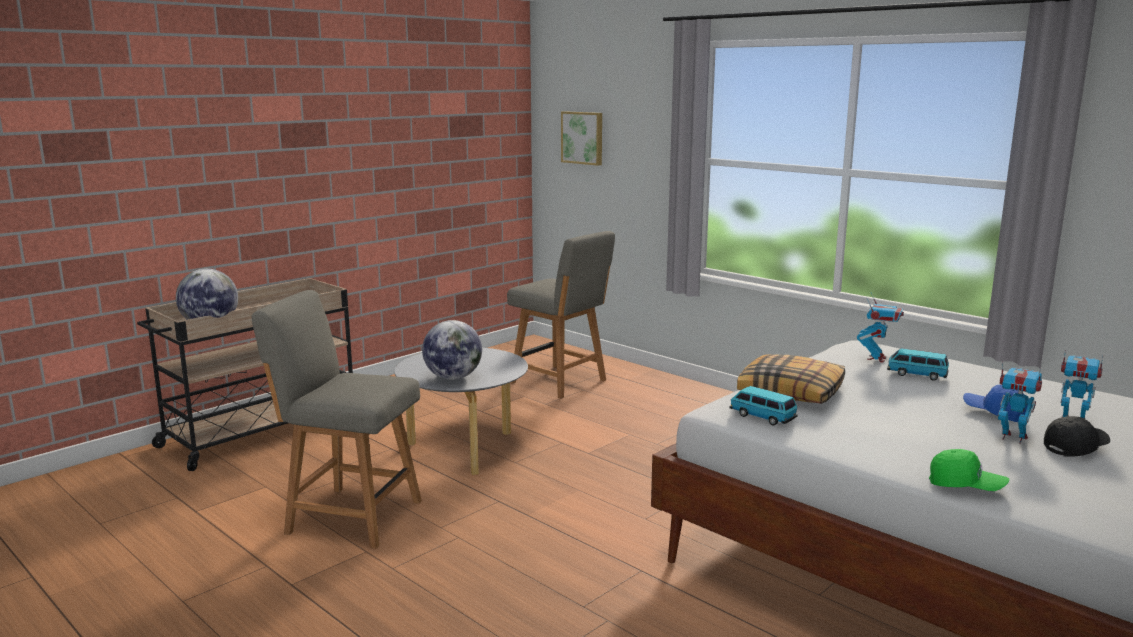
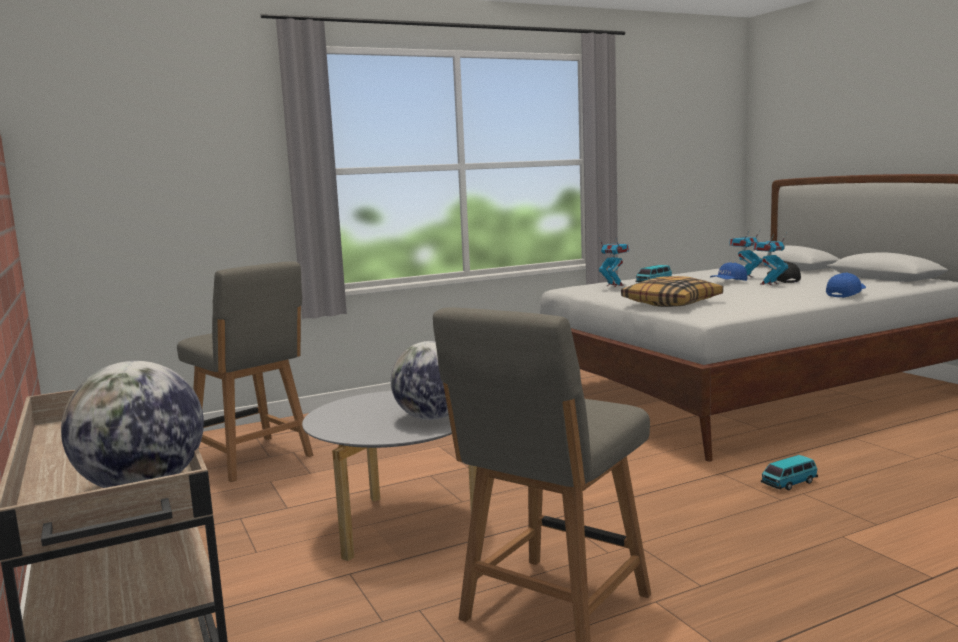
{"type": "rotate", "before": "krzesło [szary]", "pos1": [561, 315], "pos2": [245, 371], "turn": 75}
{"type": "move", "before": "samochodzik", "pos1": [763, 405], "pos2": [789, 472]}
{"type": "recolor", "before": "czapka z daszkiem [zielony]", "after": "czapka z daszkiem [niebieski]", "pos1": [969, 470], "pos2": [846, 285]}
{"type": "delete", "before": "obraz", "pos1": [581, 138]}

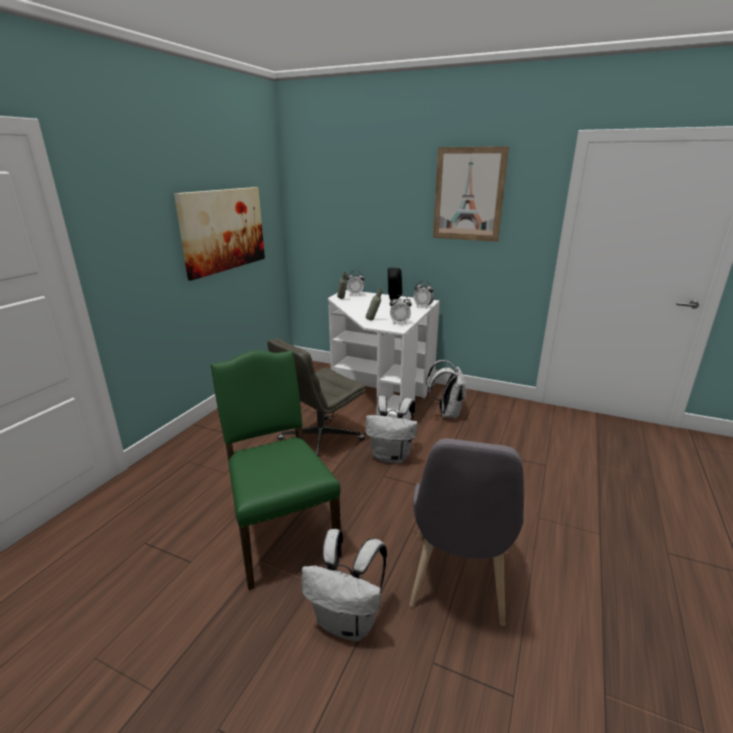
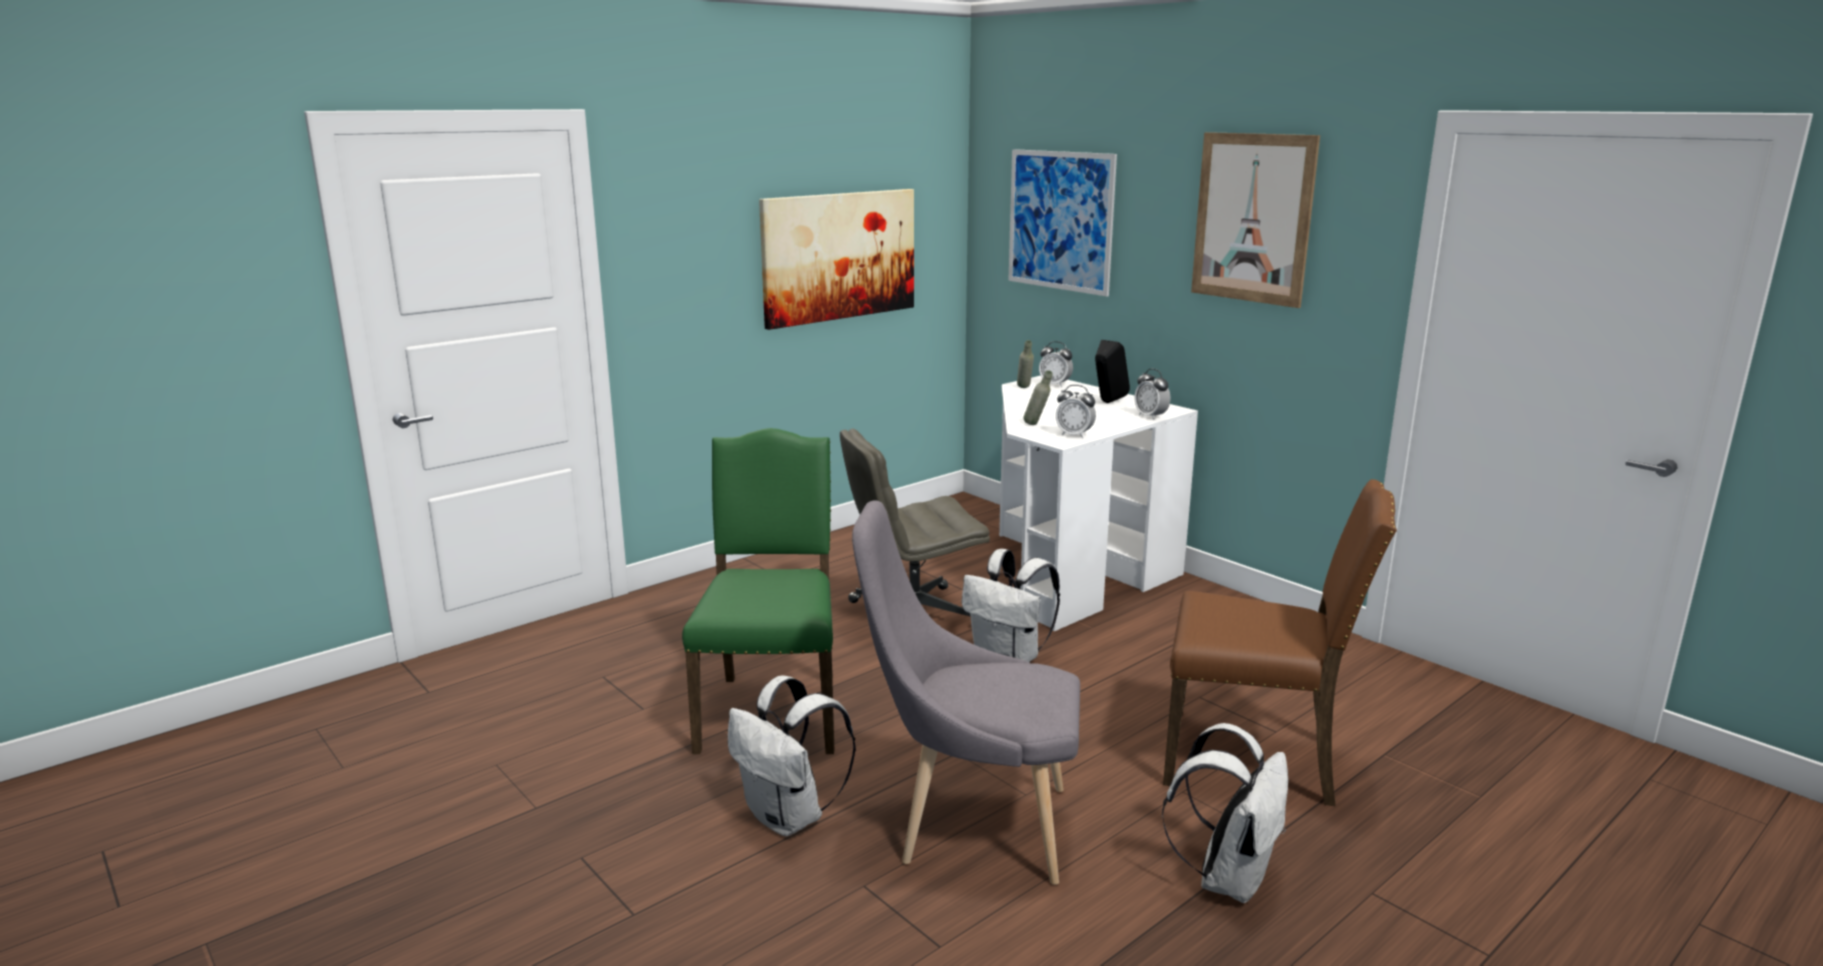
{"type": "rotate", "before": "krzesło [szary]", "pos1": [466, 532], "pos2": [966, 692], "turn": 60}
{"type": "insert", "after": "obraz", "pos2": [1062, 223]}
{"type": "move", "before": "plecak [biały]", "pos1": [446, 389], "pos2": [1225, 813]}
{"type": "insert", "after": "krzesło [brązowy]", "pos2": [1280, 642]}

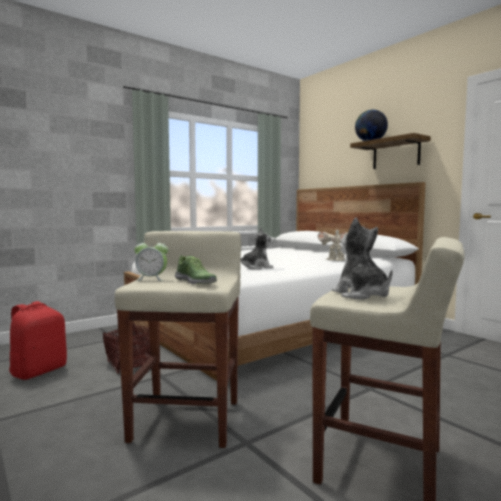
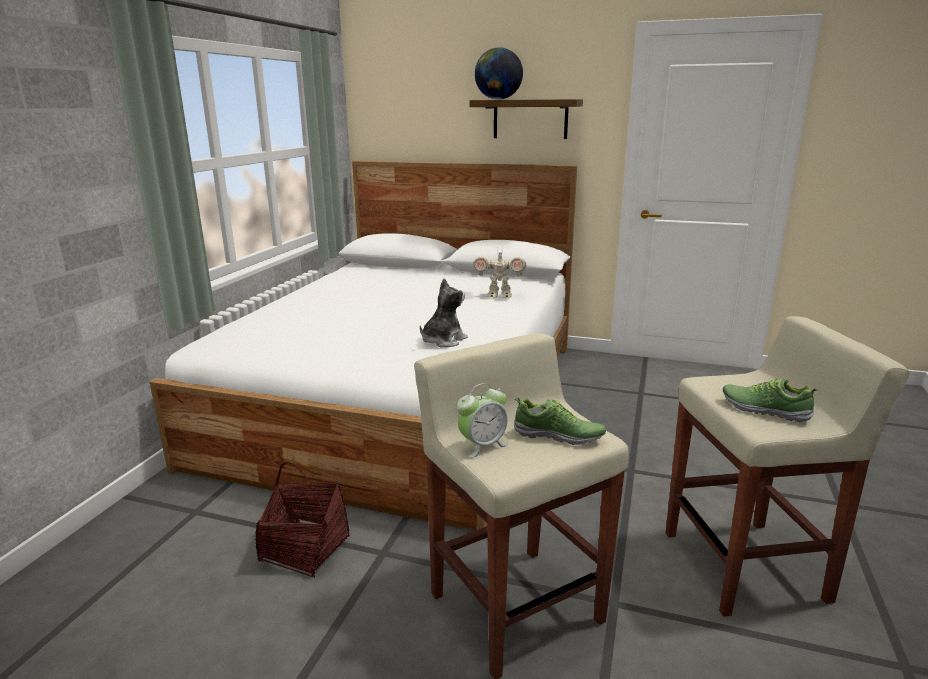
{"type": "replace", "before": "pluszak", "after": "but", "pos1": [362, 258], "pos2": [770, 399]}
{"type": "delete", "before": "plecak [czerwony]", "pos1": [38, 340]}

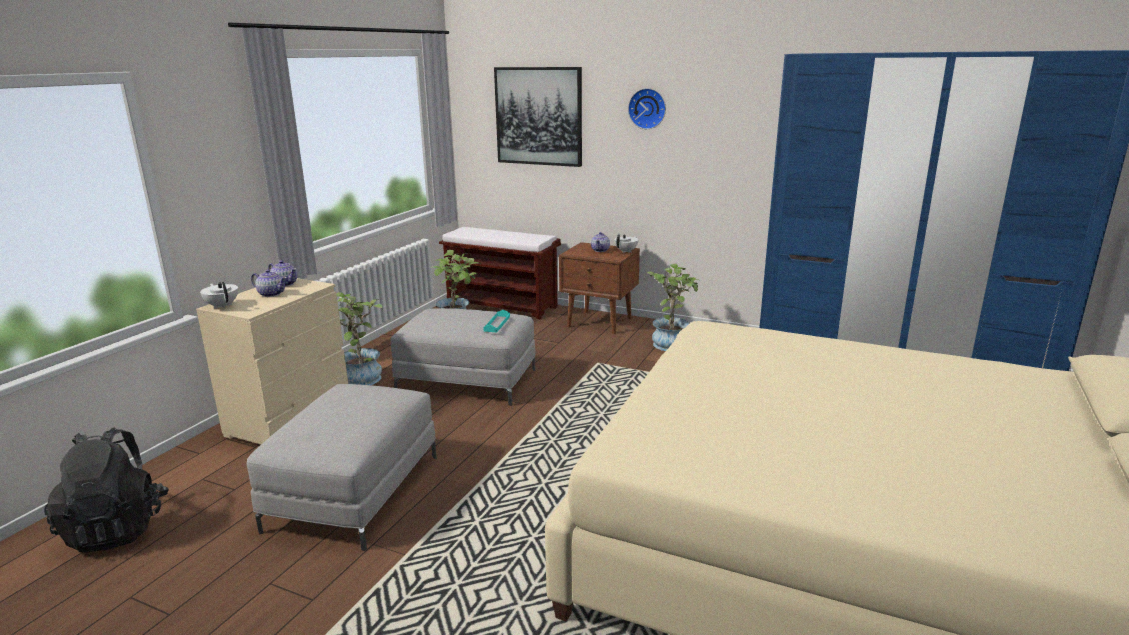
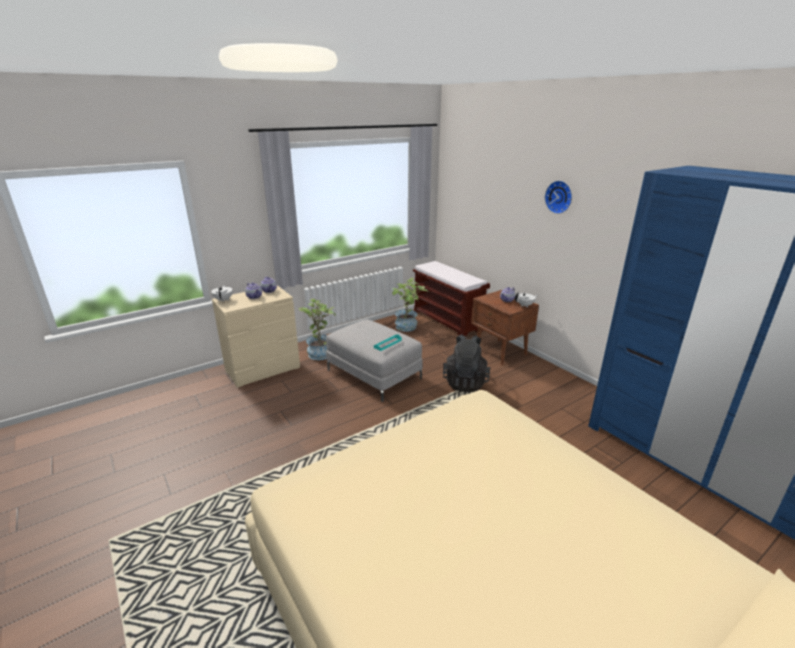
{"type": "move", "before": "plecak [czarny]", "pos1": [106, 490], "pos2": [467, 363]}
{"type": "delete", "before": "pufa [szary]", "pos1": [342, 467]}
{"type": "delete", "before": "obraz", "pos1": [538, 117]}
{"type": "delete", "before": "roślina doniczkowa", "pos1": [672, 307]}

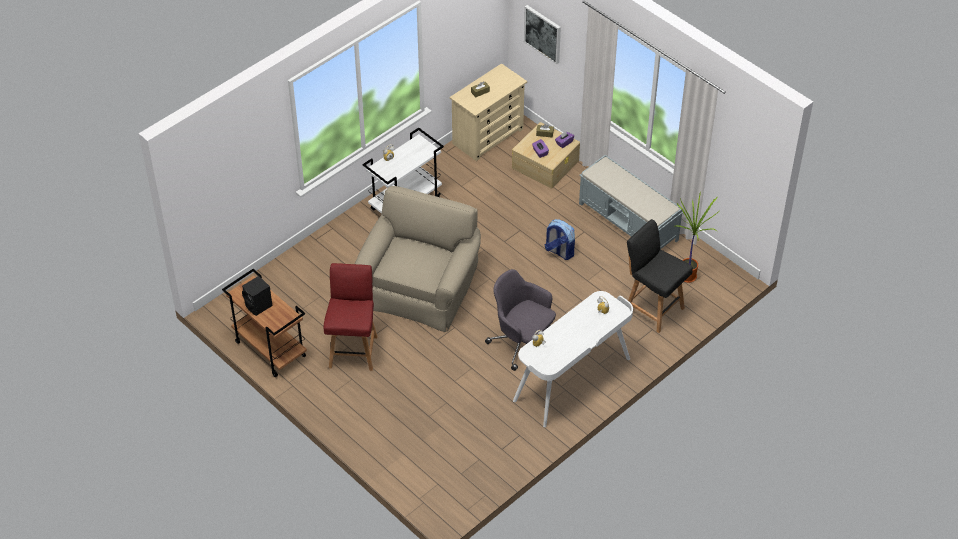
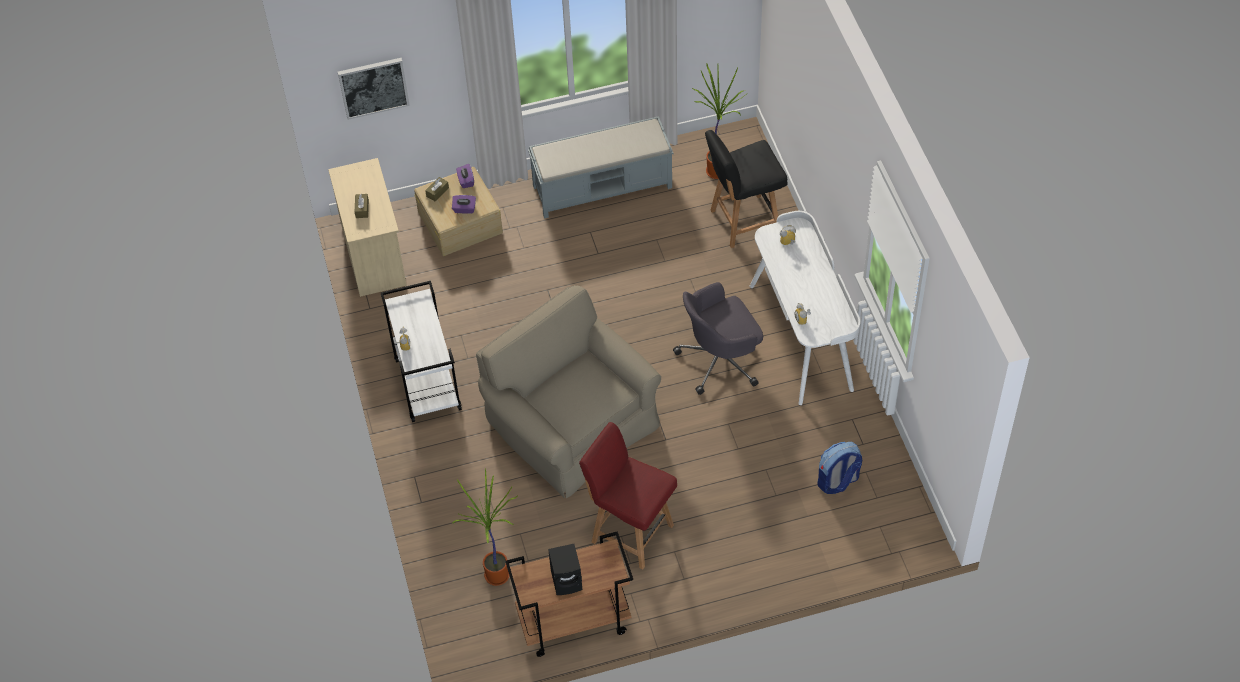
{"type": "insert", "after": "roślina doniczkowa", "pos2": [485, 527]}
{"type": "move", "before": "plecak", "pos1": [559, 239], "pos2": [839, 468]}

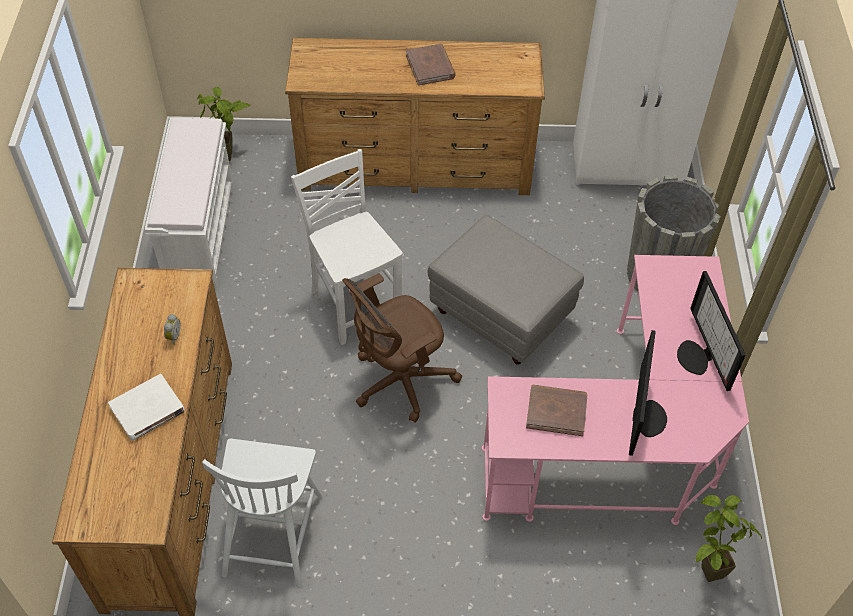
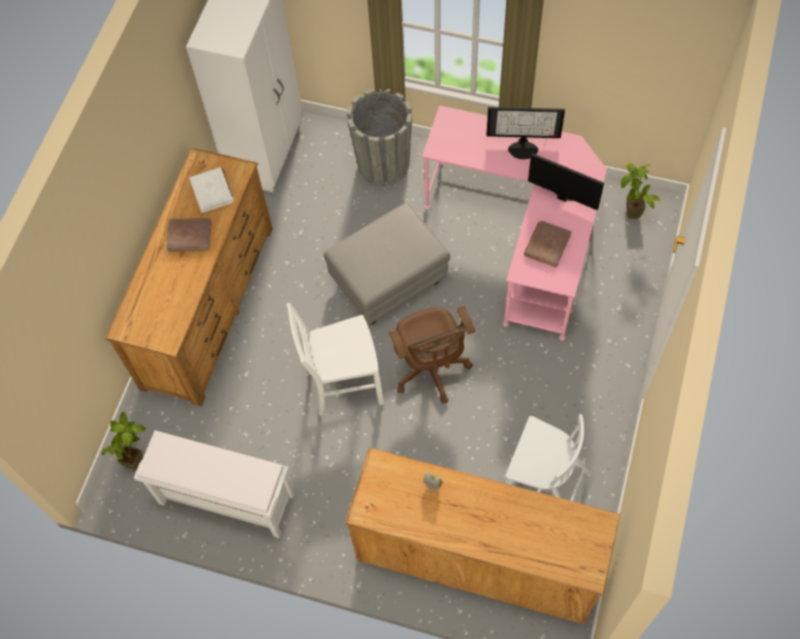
{"type": "move", "before": "książka [biały]", "pos1": [146, 407], "pos2": [211, 190]}

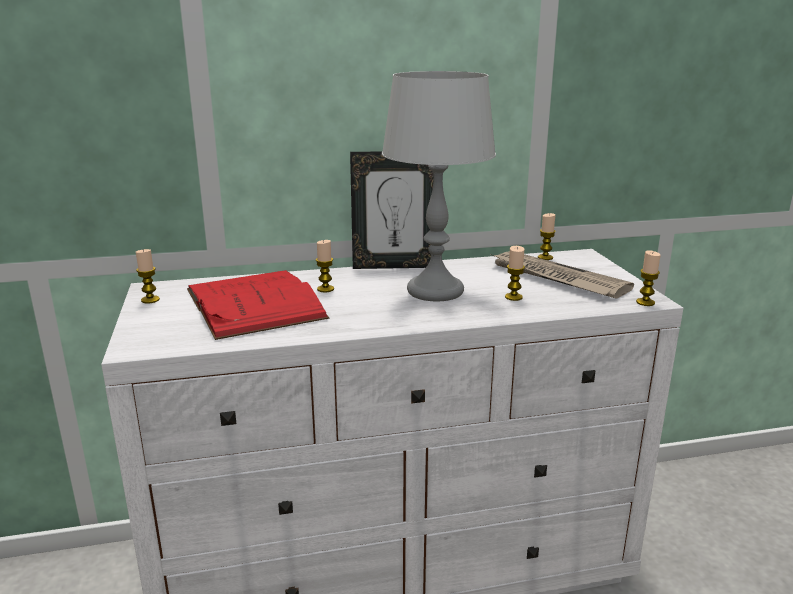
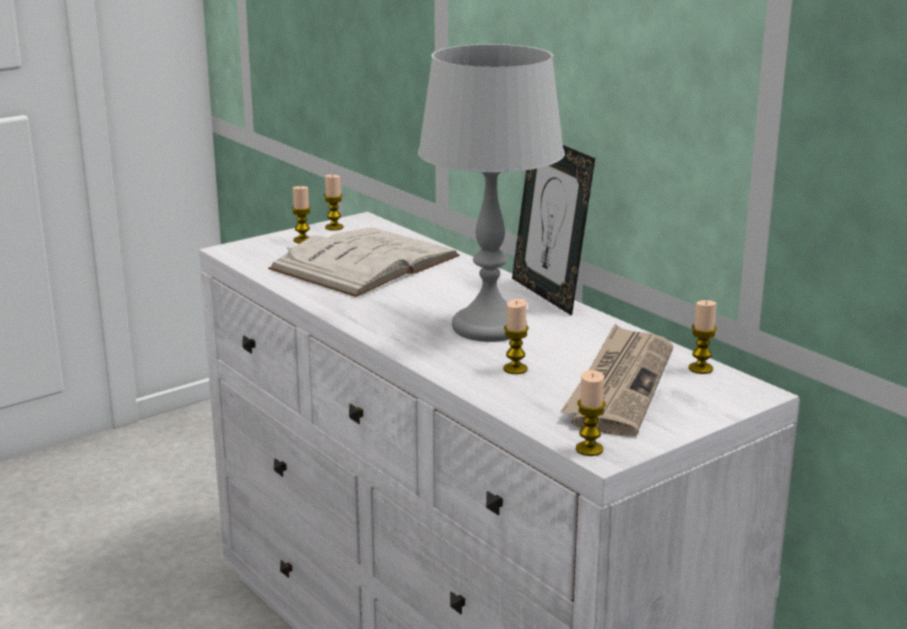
{"type": "recolor", "before": "książka [czerwony]", "after": "książka [biały]", "pos1": [258, 305], "pos2": [364, 262]}
{"type": "move", "before": "świeca", "pos1": [325, 266], "pos2": [301, 214]}

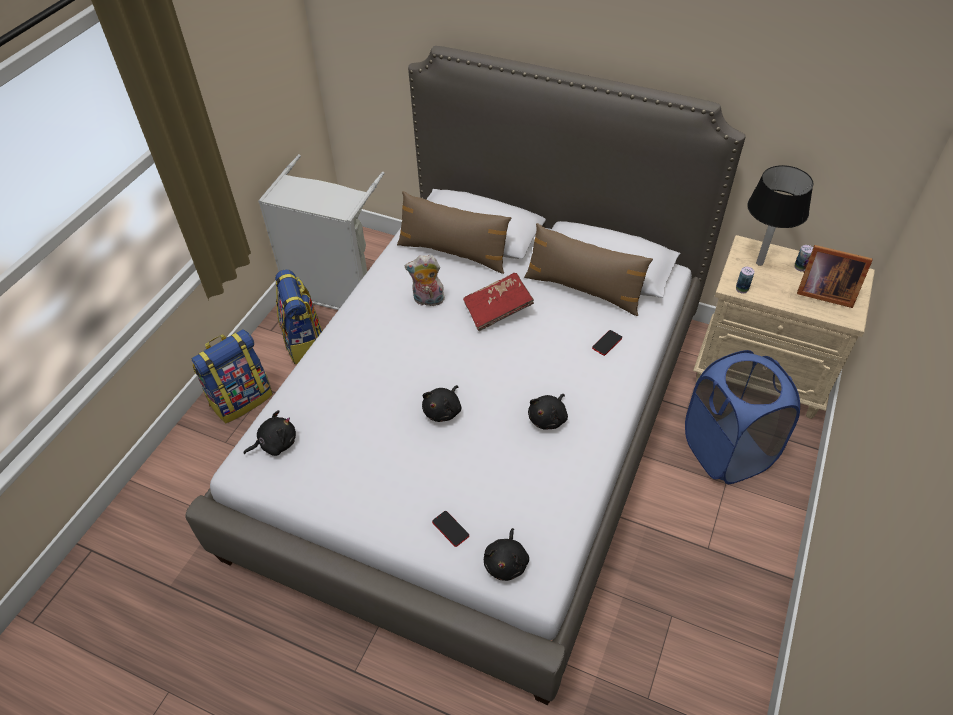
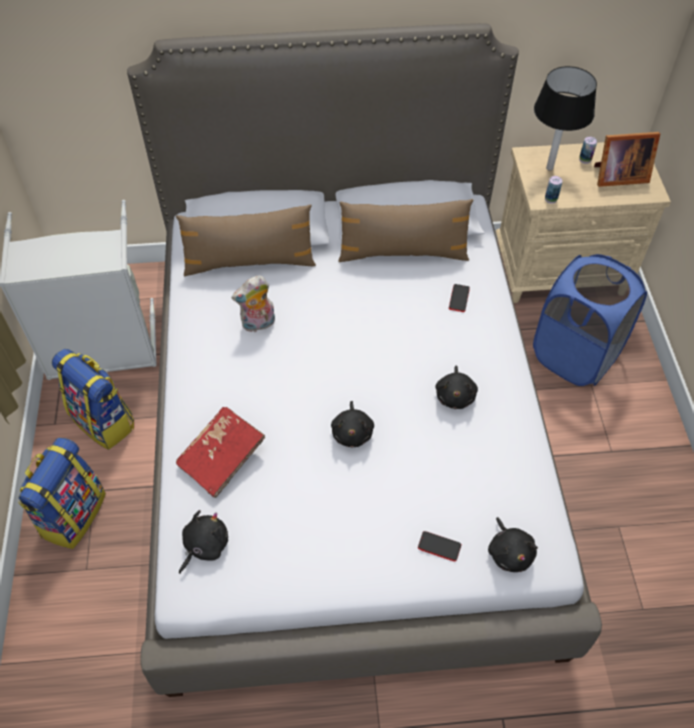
{"type": "move", "before": "książka [czerwony]", "pos1": [498, 302], "pos2": [220, 452]}

